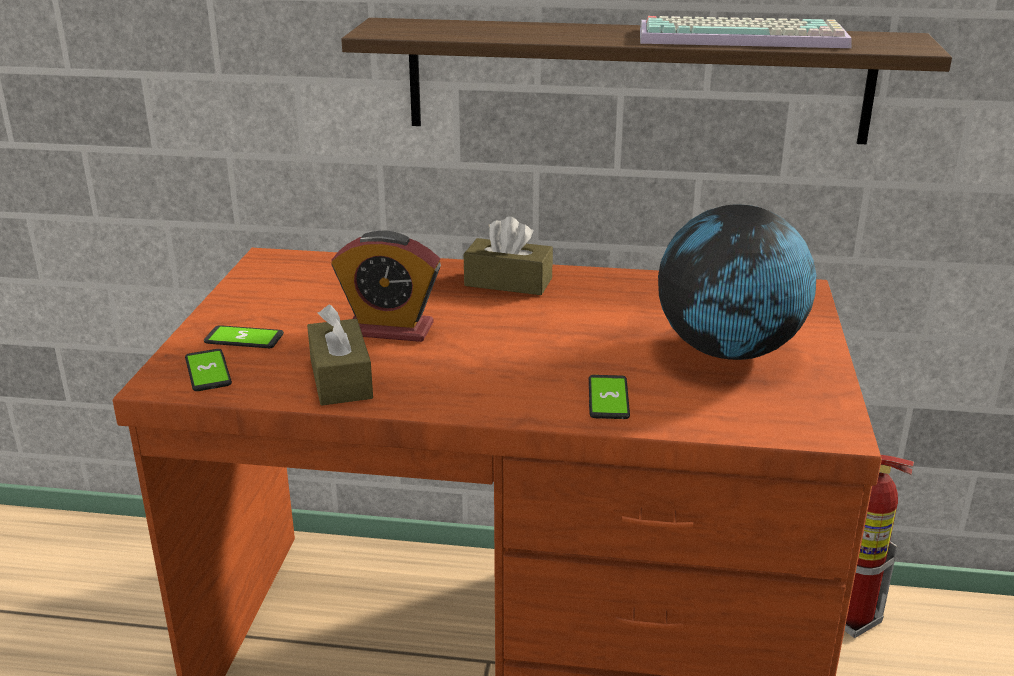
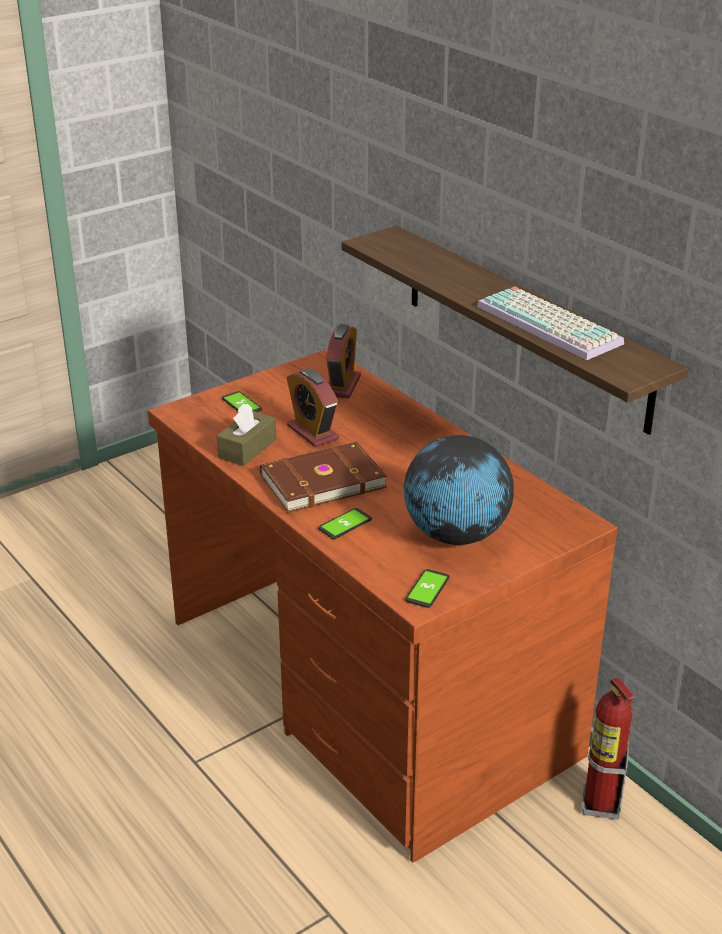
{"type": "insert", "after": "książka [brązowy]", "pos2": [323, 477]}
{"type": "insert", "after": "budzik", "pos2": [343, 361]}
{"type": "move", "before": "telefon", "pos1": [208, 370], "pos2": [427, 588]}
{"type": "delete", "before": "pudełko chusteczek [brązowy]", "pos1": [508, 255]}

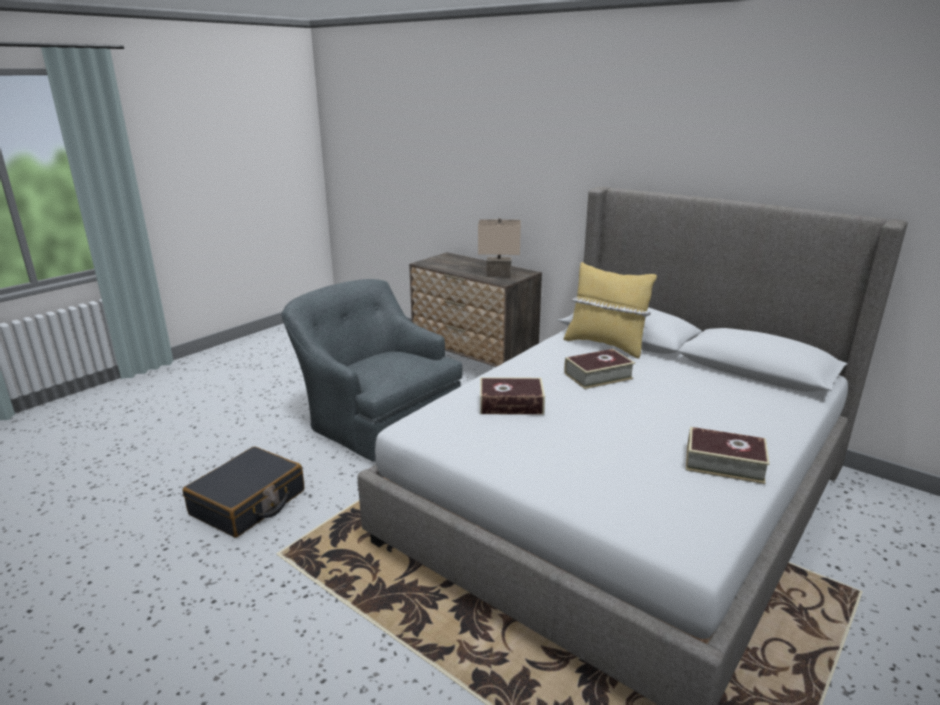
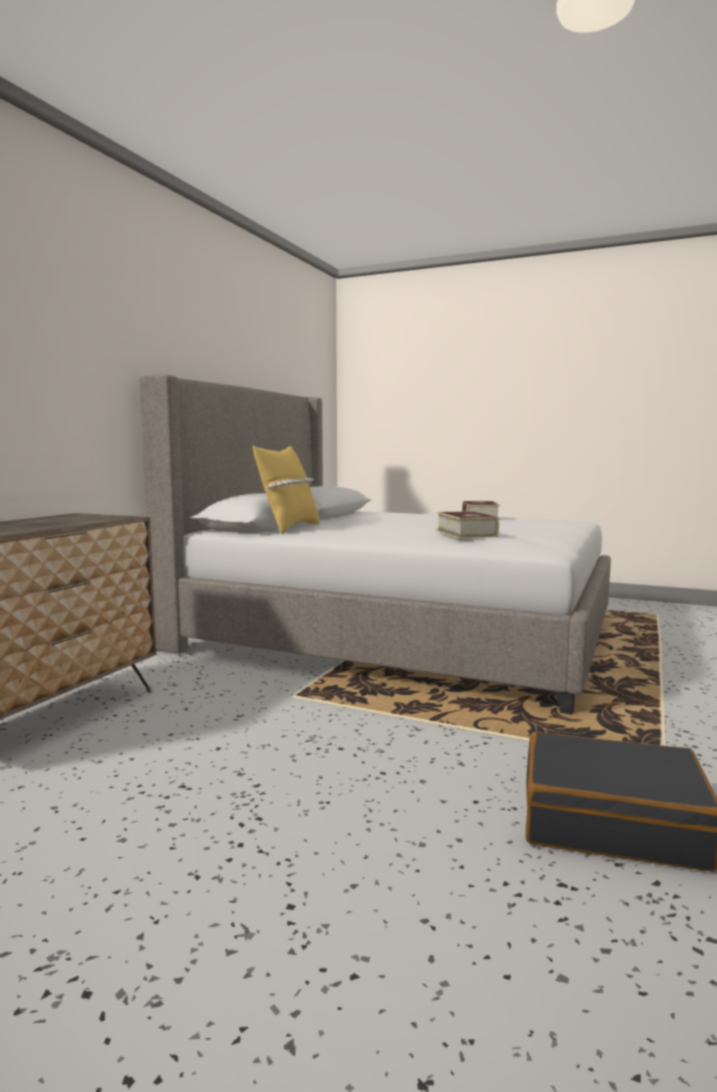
{"type": "delete", "before": "fotel [szary]", "pos1": [371, 370]}
{"type": "delete", "before": "lampa stołowa [beżowy]", "pos1": [499, 247]}
{"type": "delete", "before": "książka", "pos1": [599, 369]}

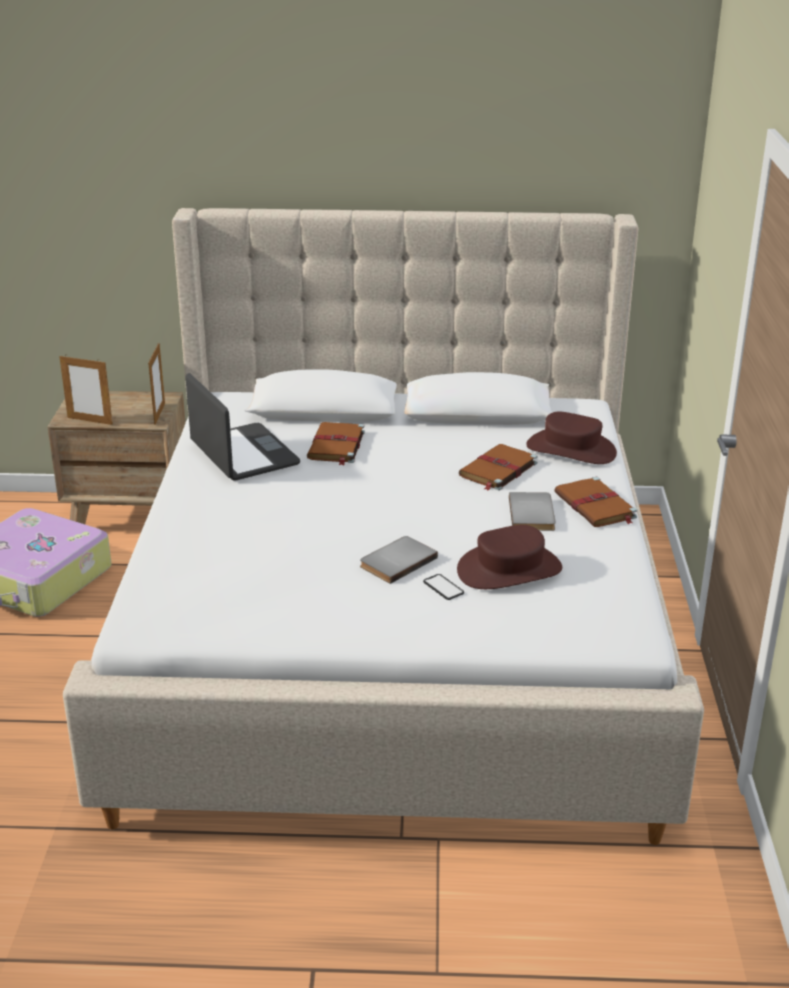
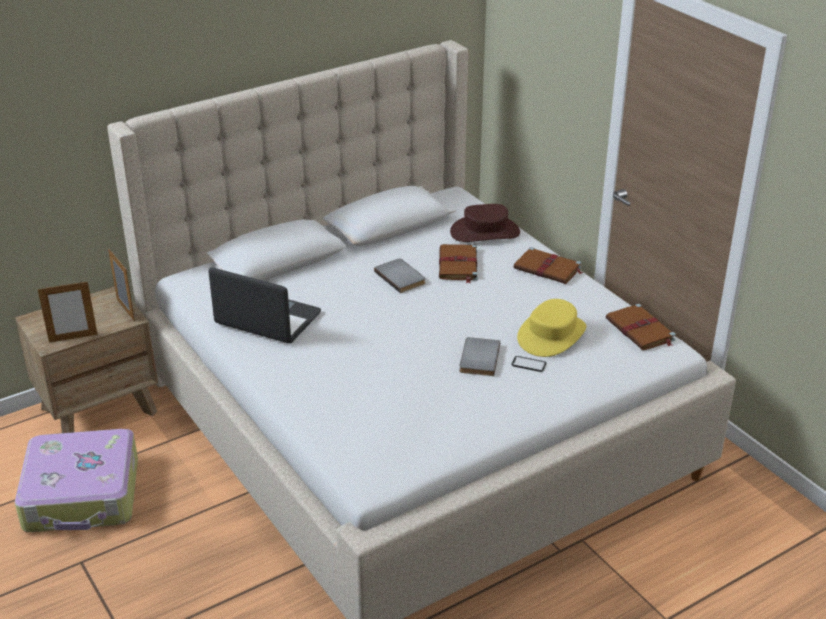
{"type": "move", "before": "książka [szary]", "pos1": [532, 511], "pos2": [400, 275]}
{"type": "recolor", "before": "kapelusz [brązowy]", "after": "kapelusz [żółty]", "pos1": [509, 557], "pos2": [551, 328]}
{"type": "move", "before": "książka [brązowy]", "pos1": [336, 443], "pos2": [641, 327]}

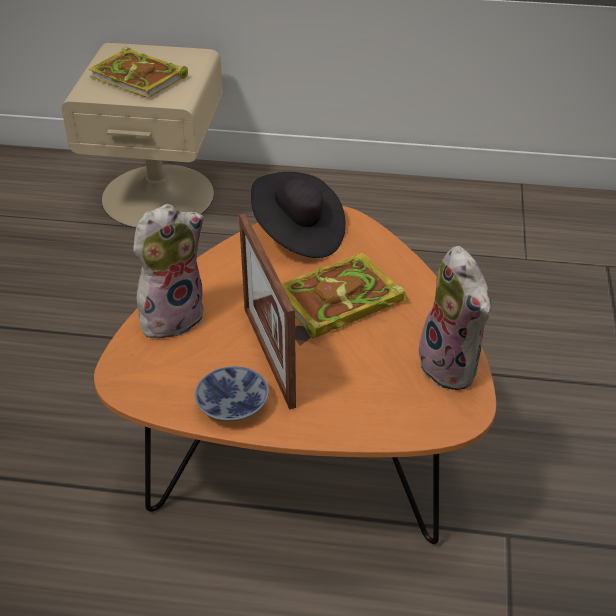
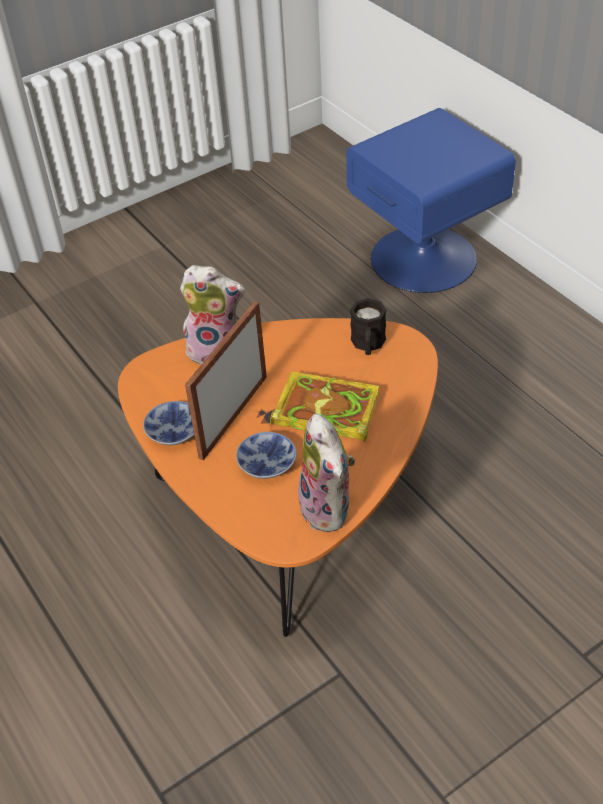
{"type": "insert", "after": "miska", "pos2": [266, 455]}
{"type": "rotate", "before": "pluszak", "pos1": [455, 318], "pos2": [326, 472], "turn": -45}
{"type": "recolor", "before": "szafka nocna [beżowy]", "after": "szafka nocna [niebieski]", "pos1": [142, 135], "pos2": [431, 200]}
{"type": "replace", "before": "kapelusz [czarny]", "after": "kubek [czarny]", "pos1": [298, 215], "pos2": [368, 326]}
{"type": "delete", "before": "książka", "pos1": [138, 72]}

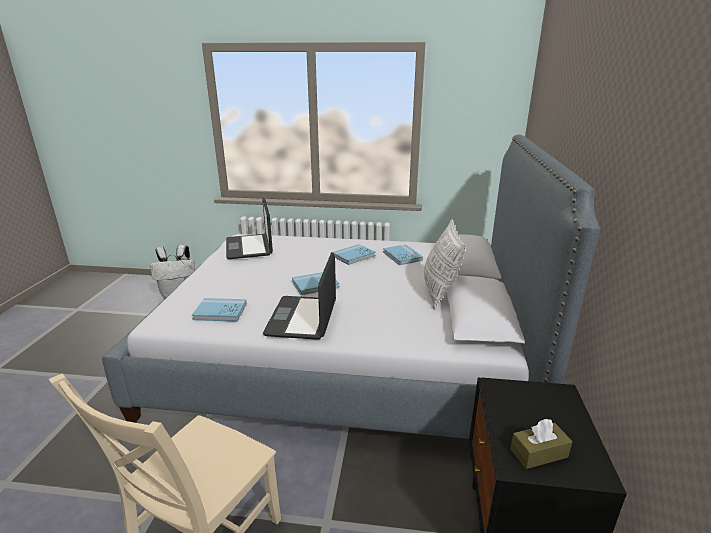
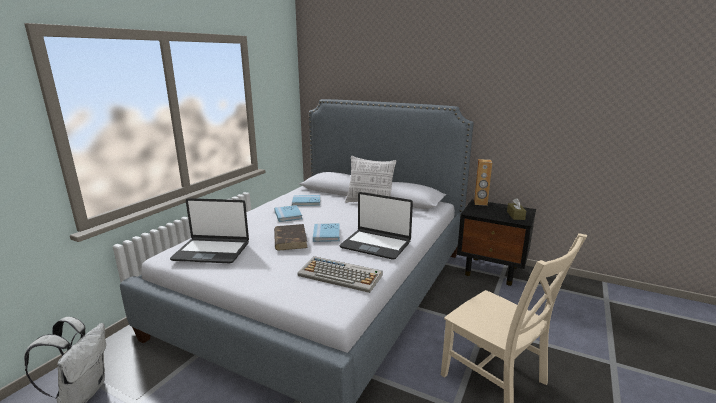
{"type": "insert", "after": "książka [brązowy]", "pos2": [291, 237]}
{"type": "replace", "before": "książka [niebieski]", "after": "klawiatura", "pos1": [219, 310], "pos2": [340, 274]}
{"type": "insert", "after": "głośnik [brązowy]", "pos2": [483, 182]}

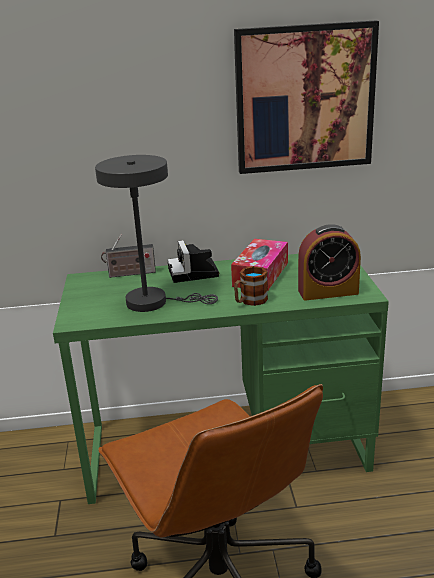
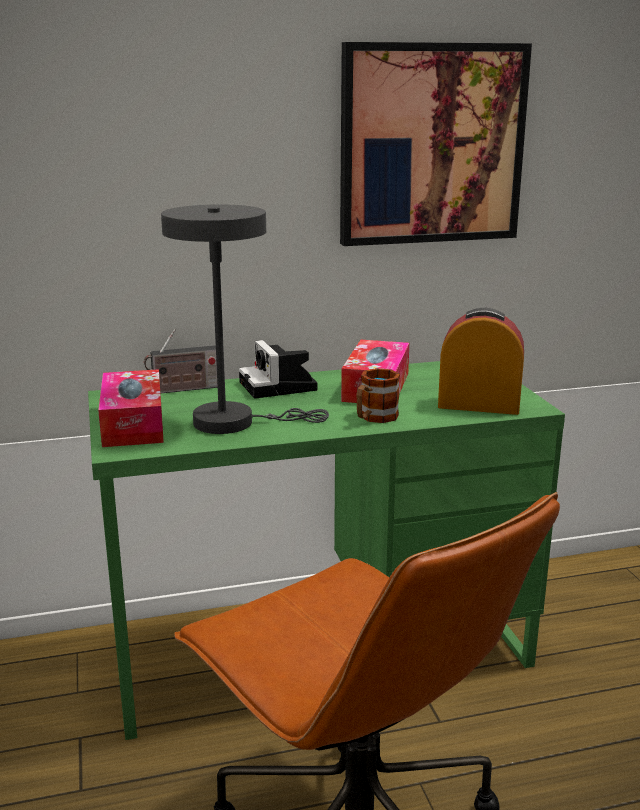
{"type": "insert", "after": "pudełko chusteczek", "pos2": [131, 408]}
{"type": "rotate", "before": "budzik", "pos1": [329, 262], "pos2": [481, 361], "turn": -150}

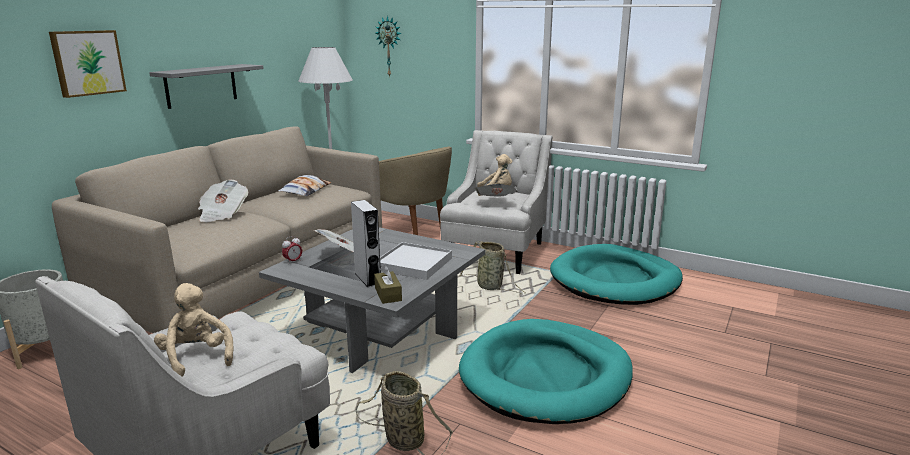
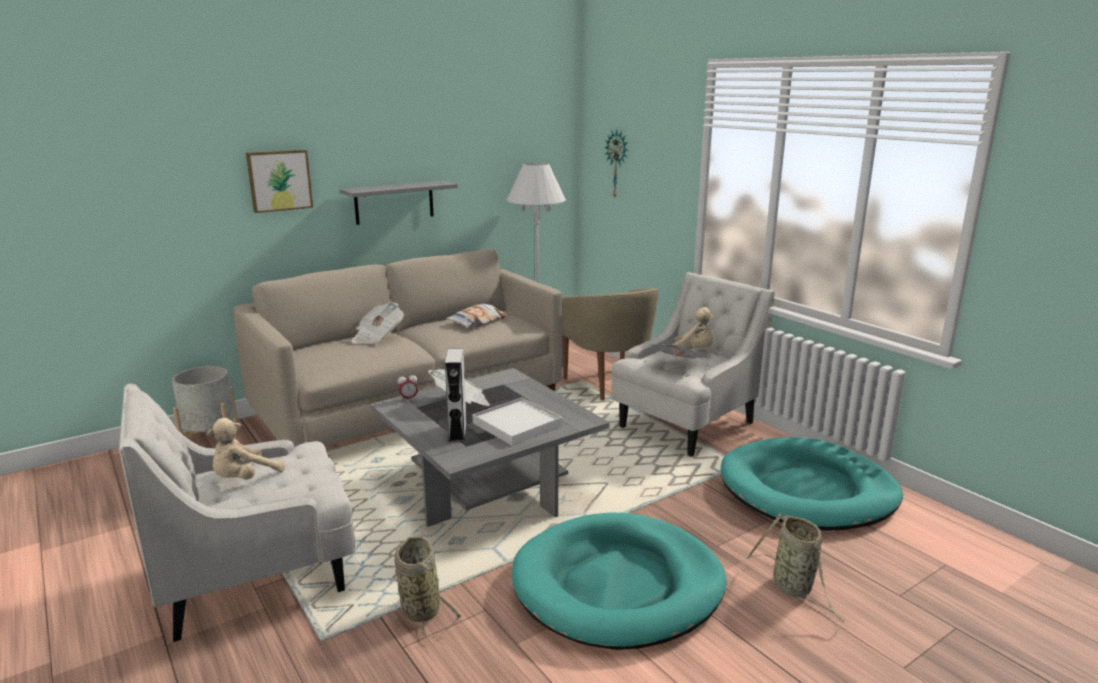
{"type": "rotate", "before": "pluszak [beżowy]", "pos1": [194, 330], "pos2": [246, 449], "turn": -135}
{"type": "move", "before": "koszyk", "pos1": [492, 267], "pos2": [795, 567]}
{"type": "delete", "before": "pudełko chusteczek [brązowy]", "pos1": [388, 284]}

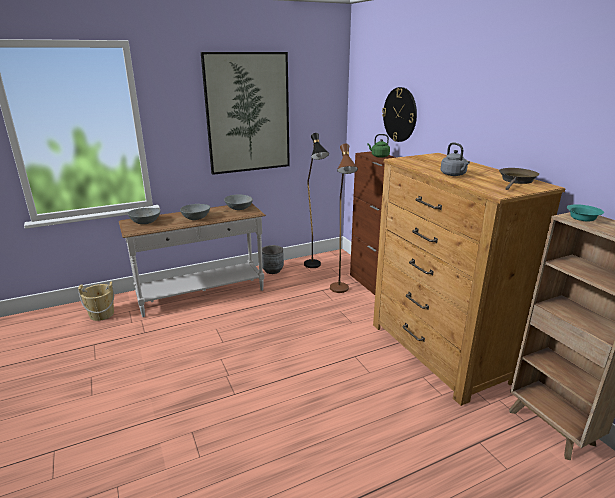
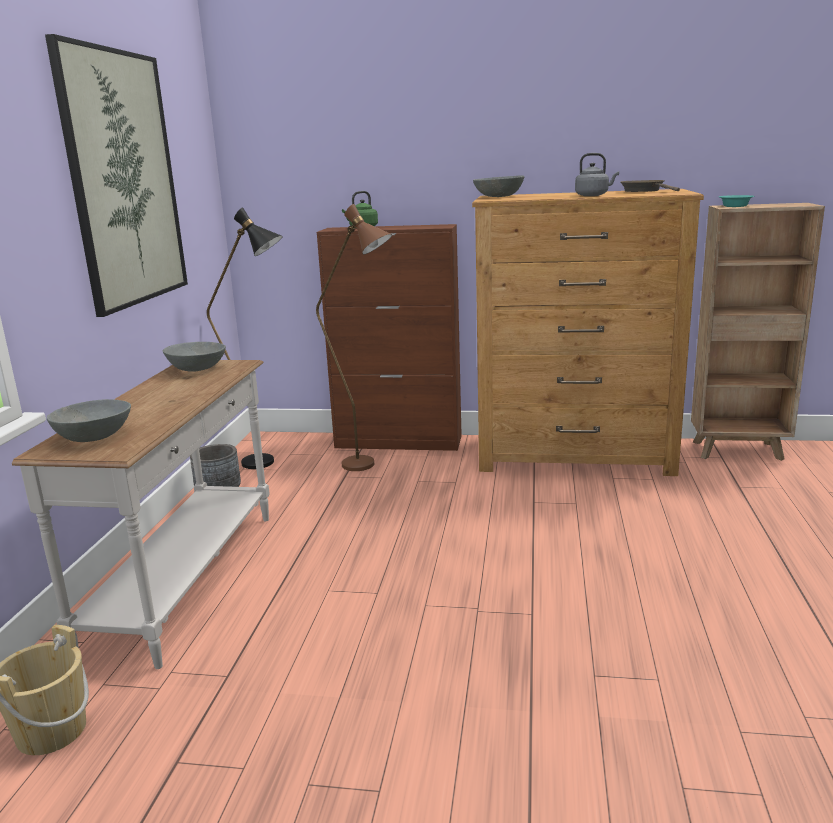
{"type": "move", "before": "miska [szary]", "pos1": [195, 212], "pos2": [499, 186]}
{"type": "delete", "before": "zegar ścienny", "pos1": [399, 114]}

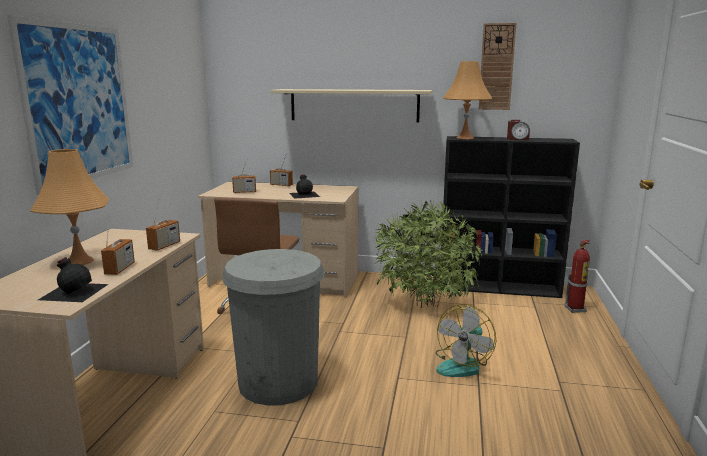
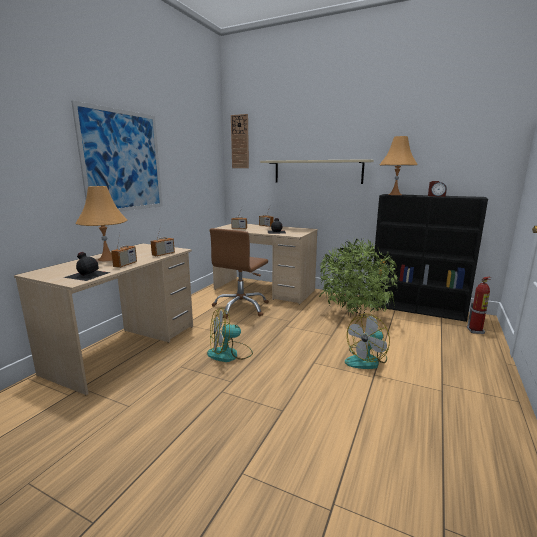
{"type": "replace", "before": "kosz na śmieci [szary]", "after": "wentylator", "pos1": [273, 327], "pos2": [230, 335]}
{"type": "move", "before": "zegar ścienny", "pos1": [497, 66], "pos2": [240, 141]}

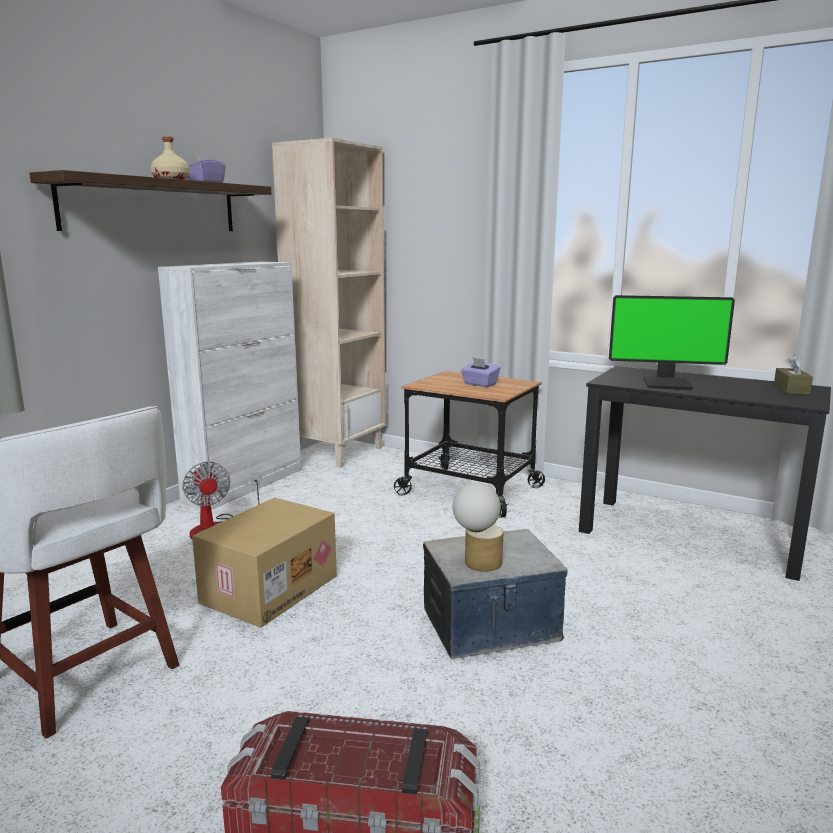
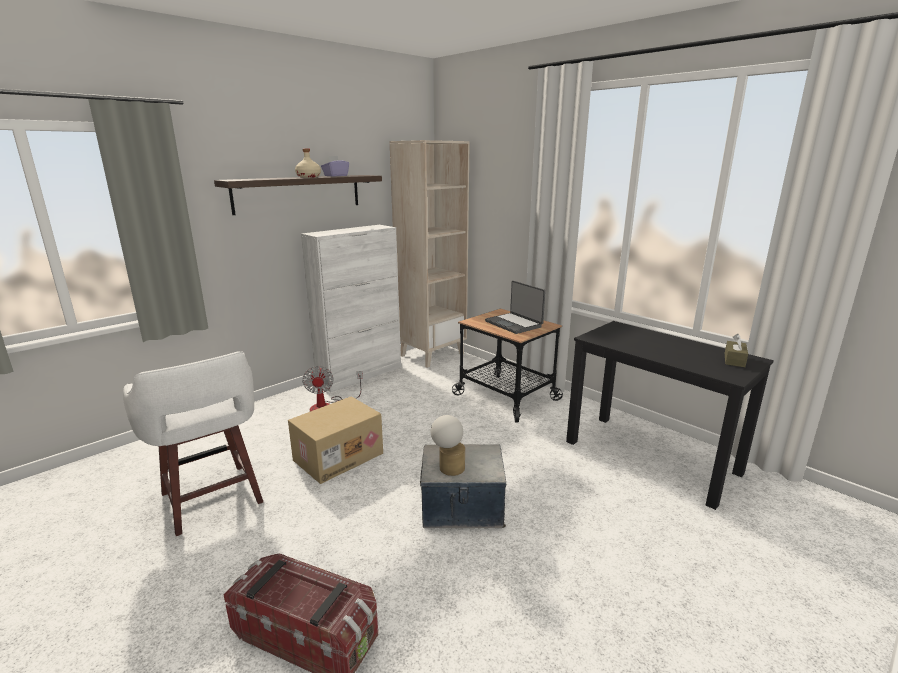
{"type": "replace", "before": "pudełko chusteczek [fioletowy]", "after": "laptop", "pos1": [480, 372], "pos2": [515, 307]}
{"type": "delete", "before": "monitor", "pos1": [672, 342]}

